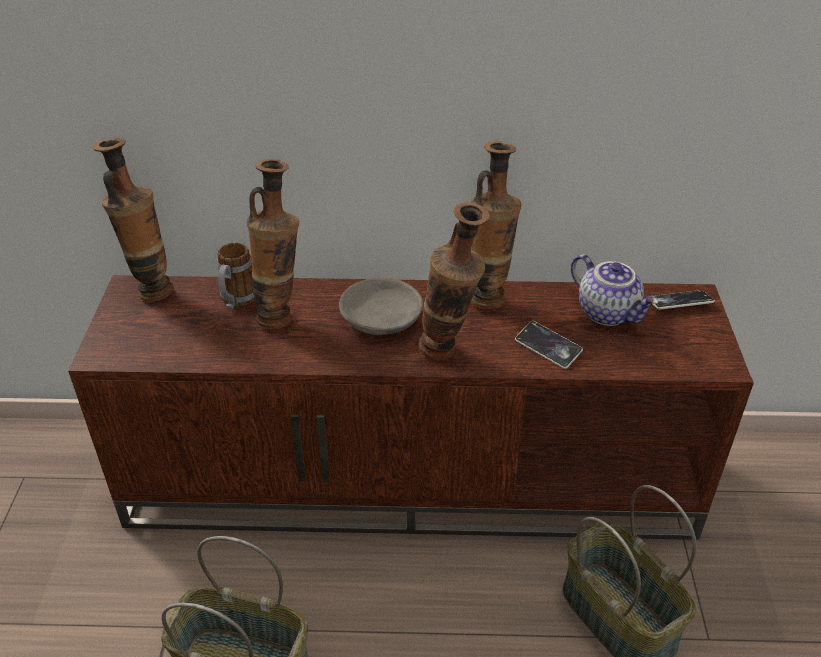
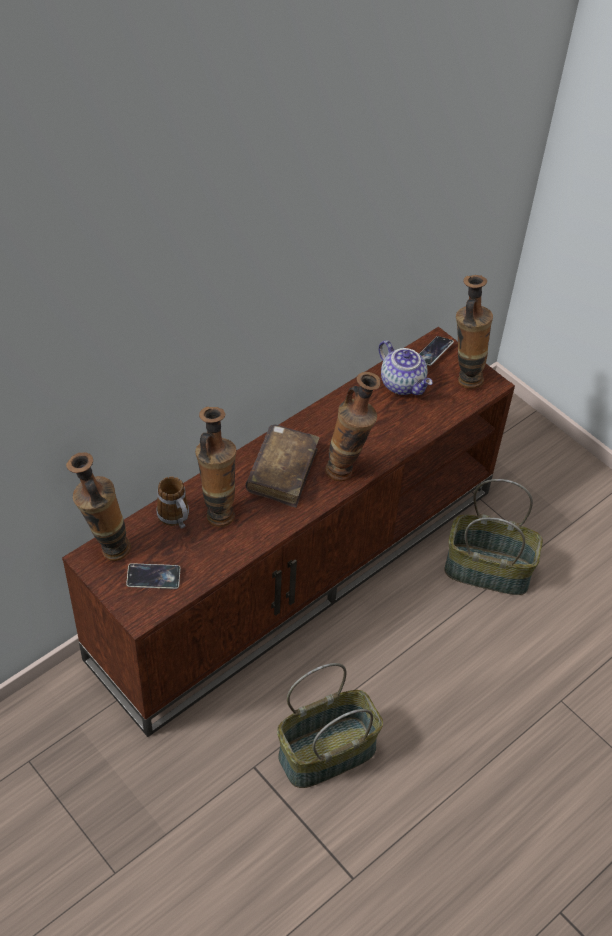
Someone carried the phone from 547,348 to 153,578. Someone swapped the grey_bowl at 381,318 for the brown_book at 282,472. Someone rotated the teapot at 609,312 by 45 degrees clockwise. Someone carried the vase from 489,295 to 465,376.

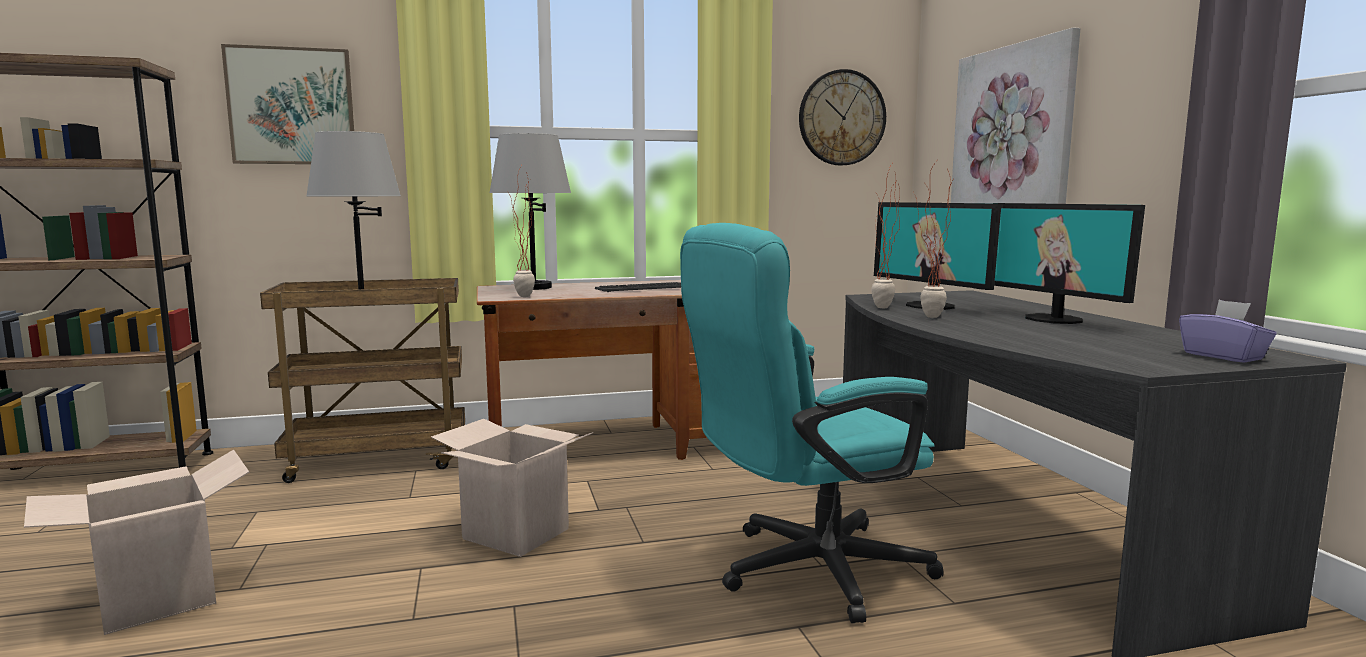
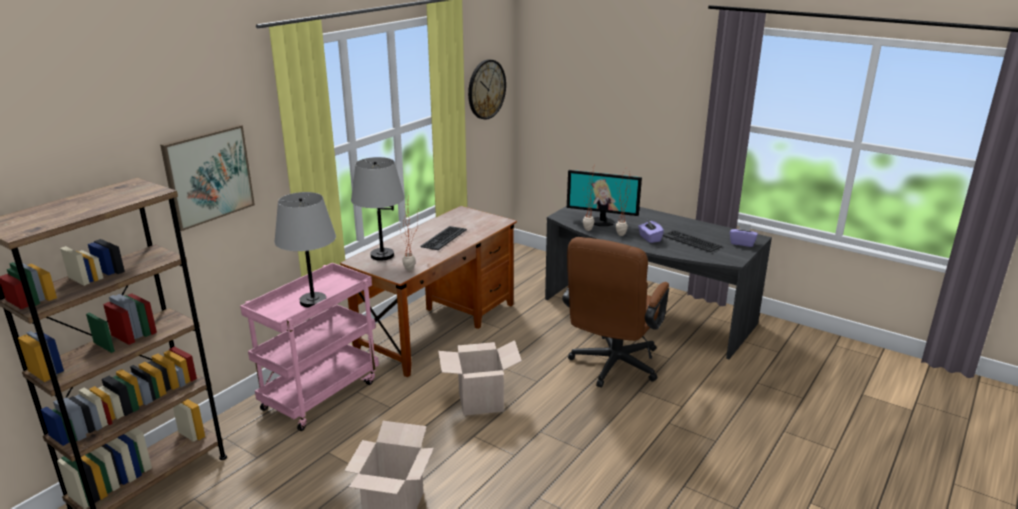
Someone repainted the brown_cart at 380,460, which became the pink_cart at 321,394. Someone repainted the turquoise_office_chair at 804,571, which became the brown_office_chair at 612,367. Someone put down the purple_tissue_box at 649,238. Someone put down the keyboard at 691,241. Someone took away the picture at 1011,133. Someone took away the monitor at 1054,319.

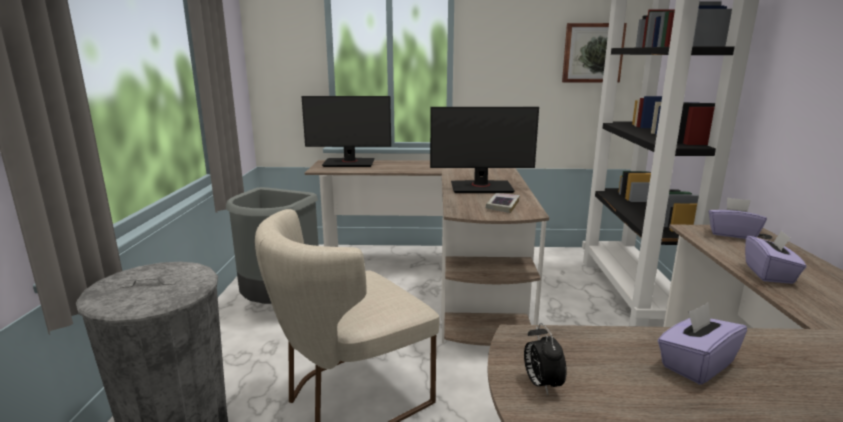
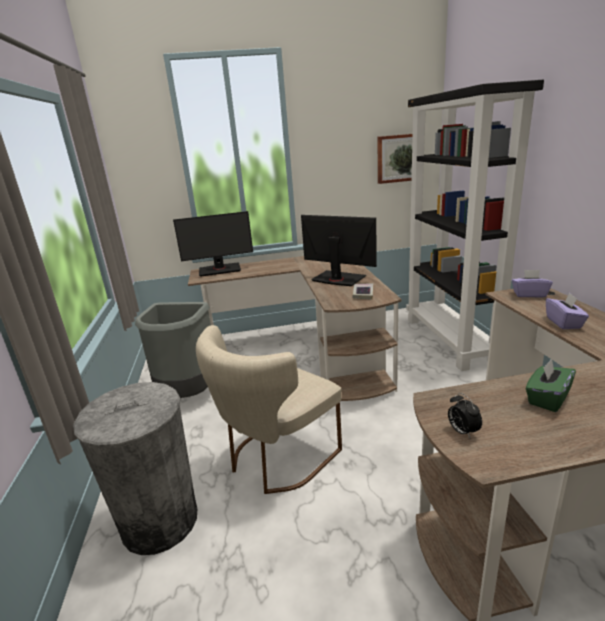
Someone rotated the monitor at 481,187 by 135 degrees counterclockwise. Someone repainted the purple_tissue_box at 695,364, which became the green_tissue_box at 547,398.

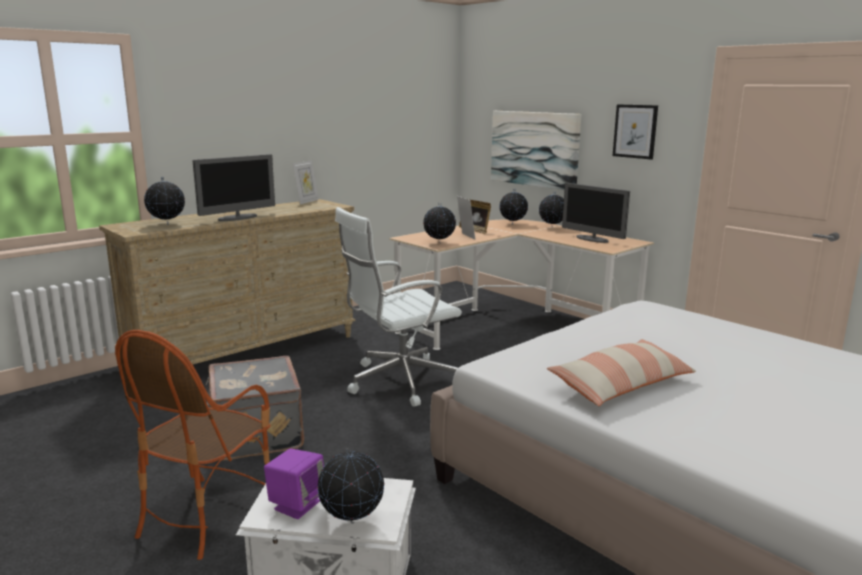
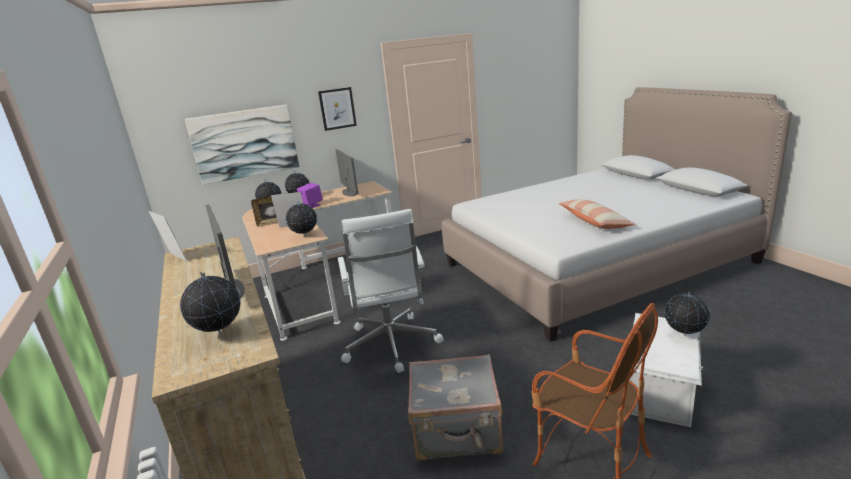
Someone carried the purple_speaker from 297,505 to 311,205. Someone rotated the monitor at 592,239 by 90 degrees counterclockwise.

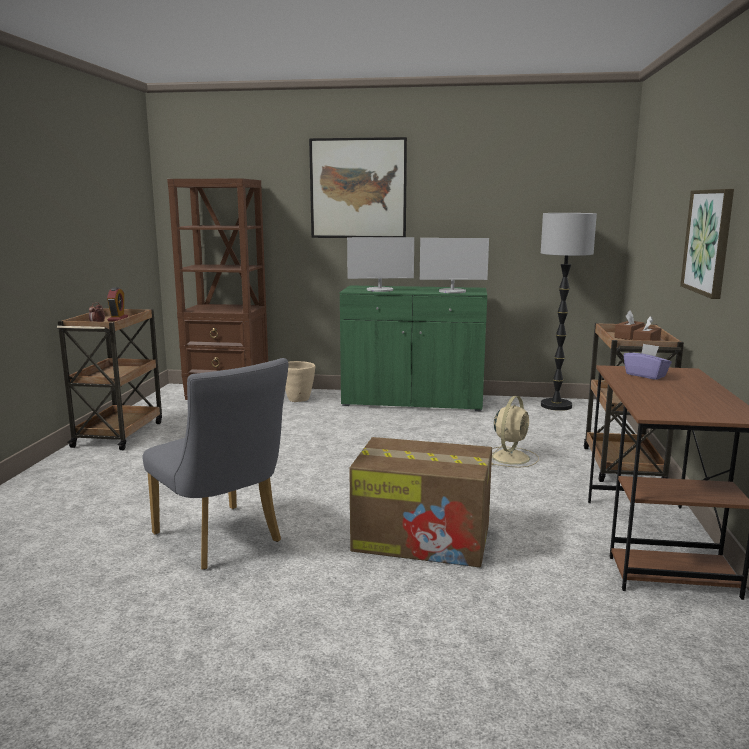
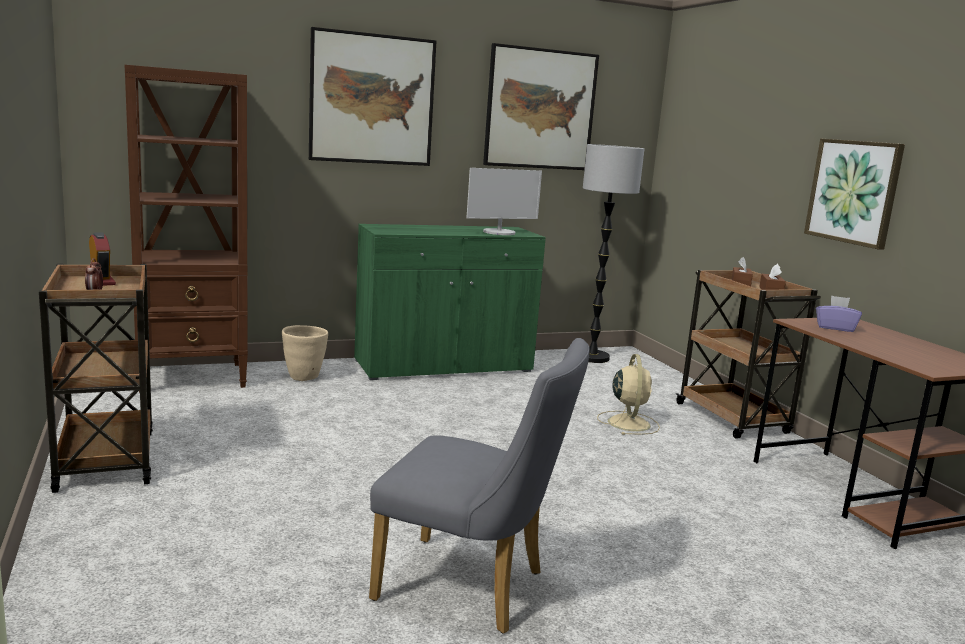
Someone put up the picture at 540,109. Someone took away the monitor at 380,290. Someone took away the cardboard_box at 424,538.

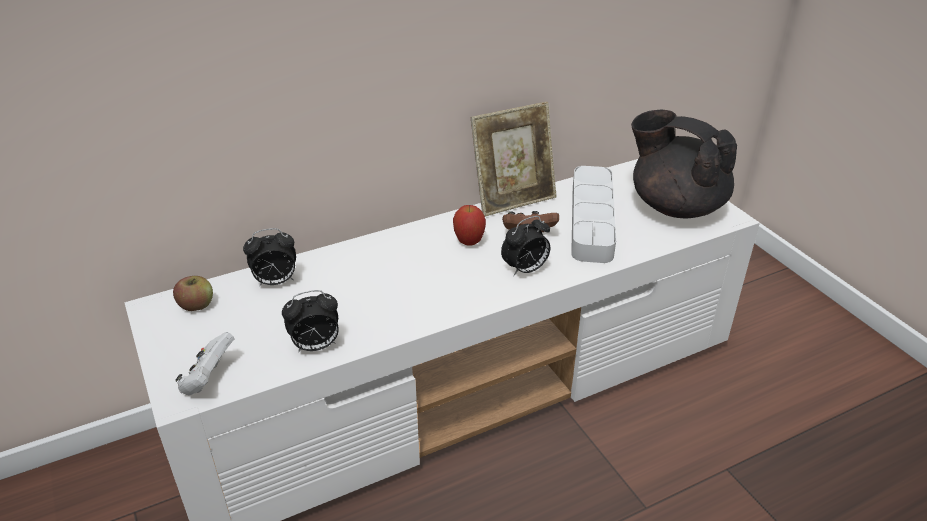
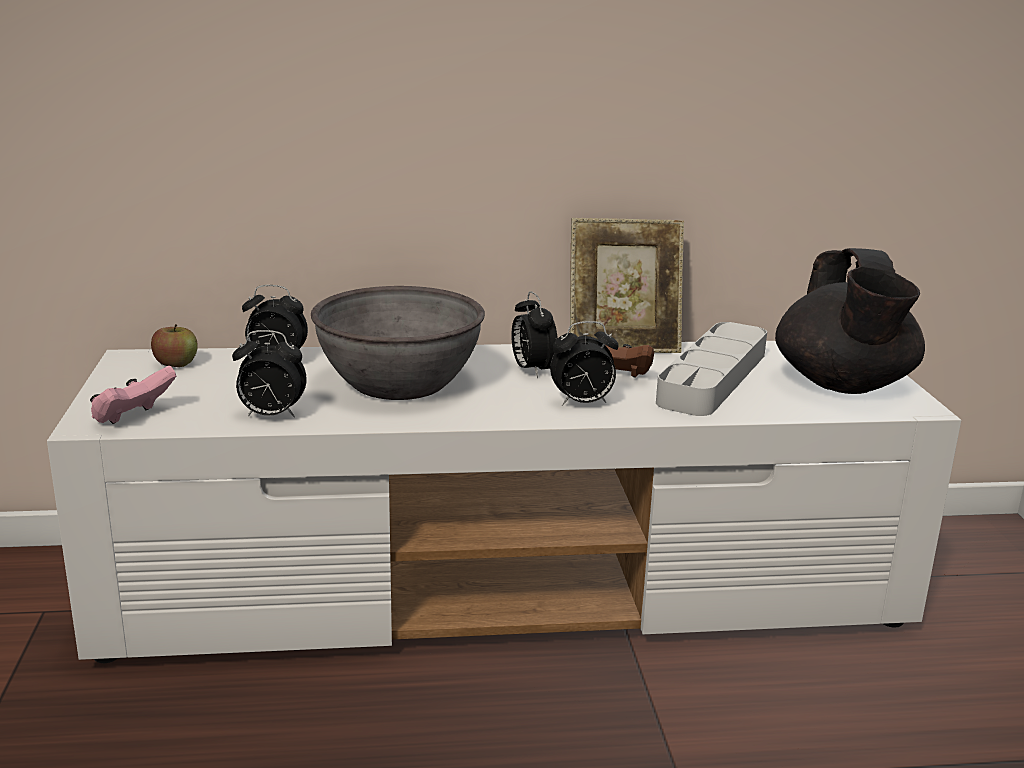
Someone repainted the white_game_controller at 208,379, which became the pink_game_controller at 133,417. Someone put down the grey_bowl at 398,383. Someone swapped the apple at 469,242 for the alarm_clock at 532,370. Someone rotated the black_teapot at 675,206 by 150 degrees counterclockwise.

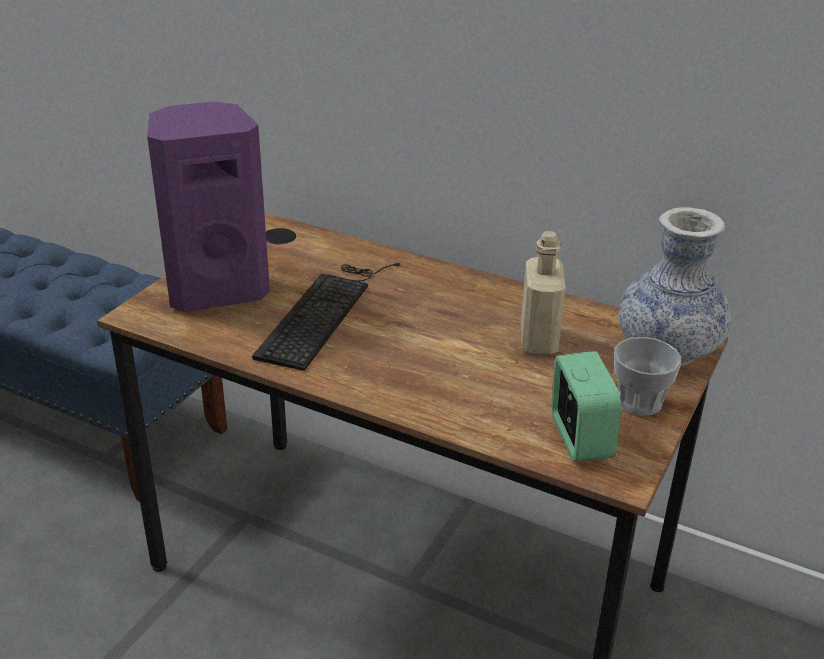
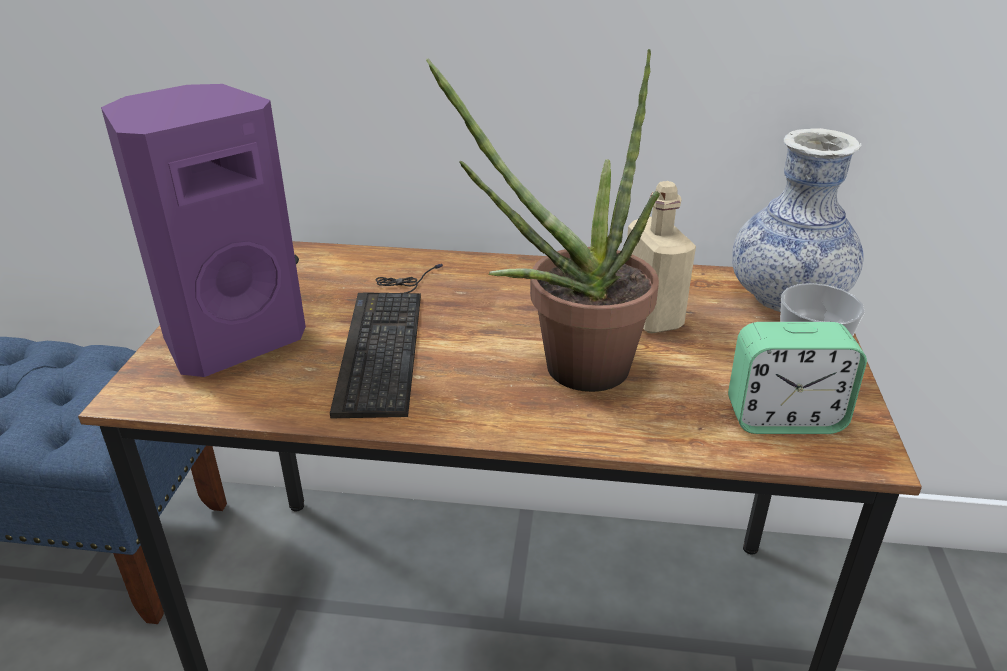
Someone put down the potted_plant at 568,369. Someone rotated the alarm_clock at 580,438 by 120 degrees clockwise.

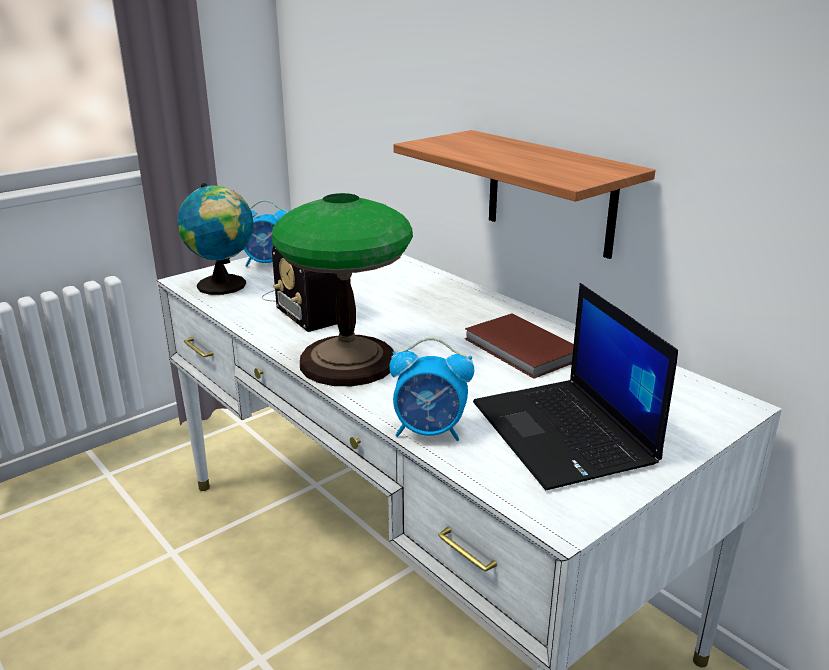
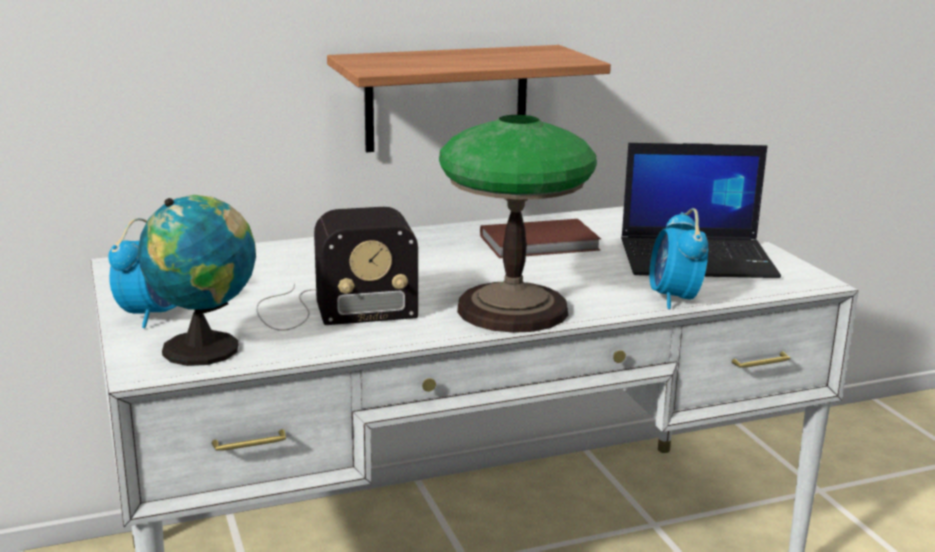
Someone rotated the alarm_clock at 430,432 by 150 degrees clockwise.

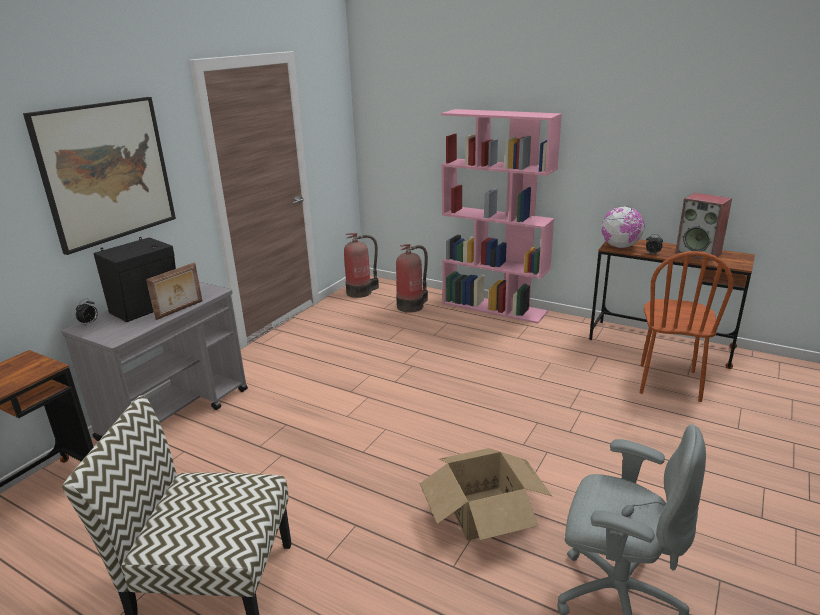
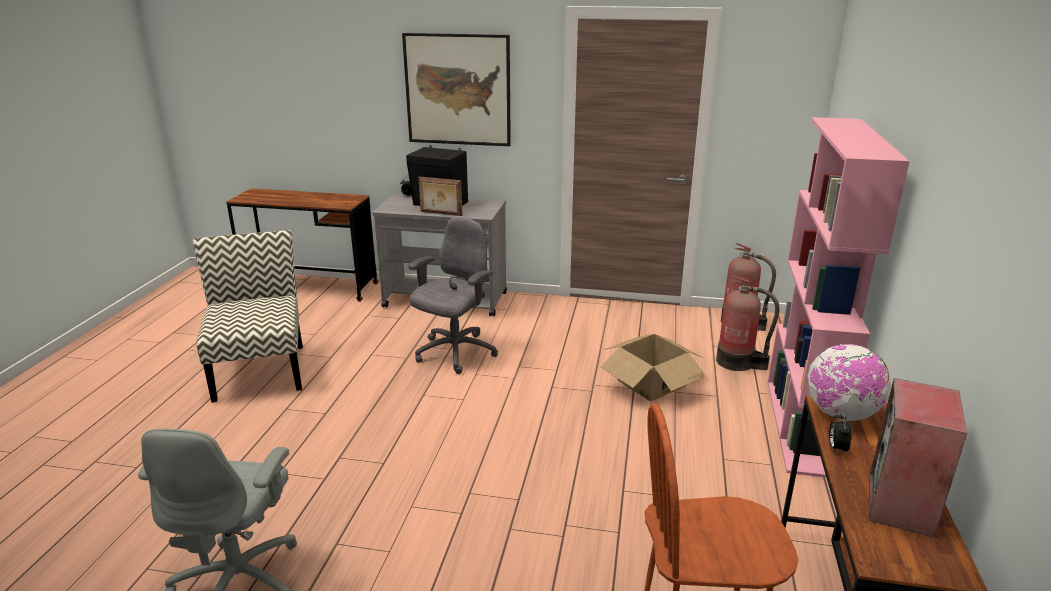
Someone put down the grey_office_chair at 455,353. Someone carried the cardboard_box from 483,512 to 651,383.

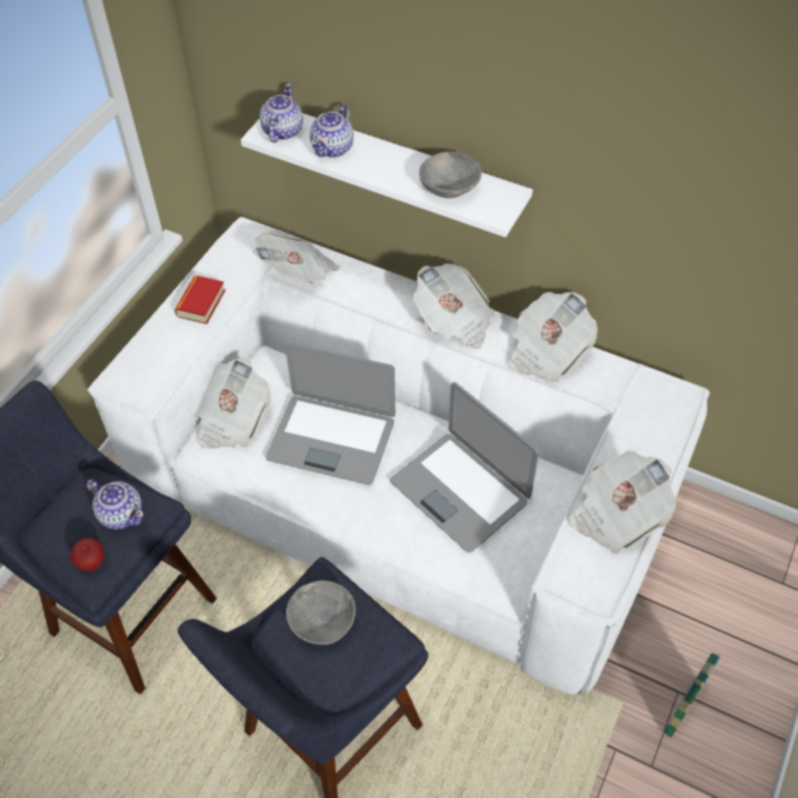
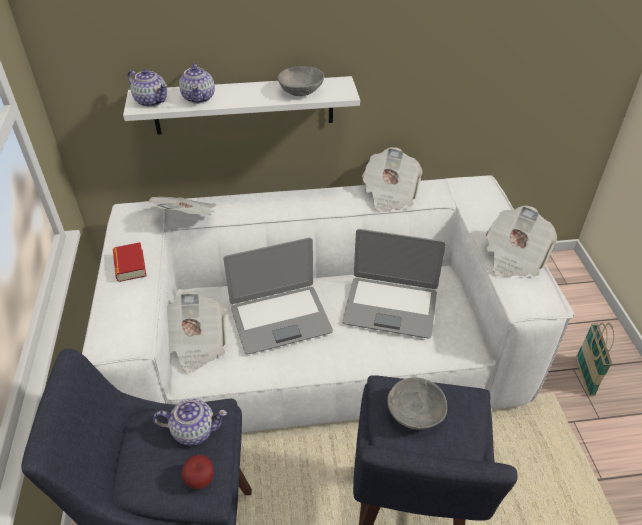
Someone rotated the teapot at 282,131 by 150 degrees clockwise. Someone took away the newspaper at 454,321.

